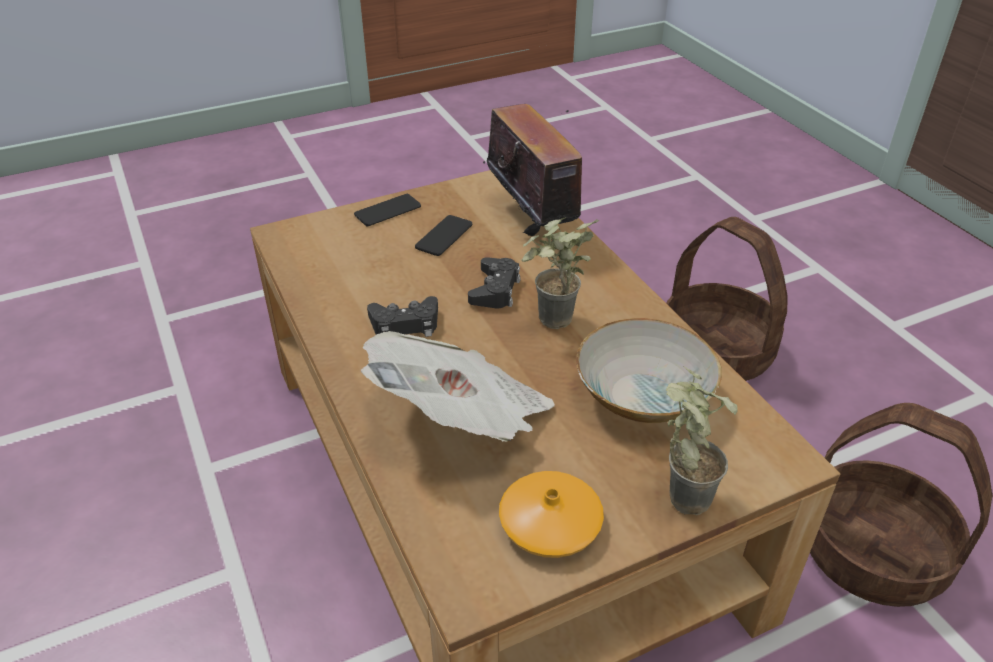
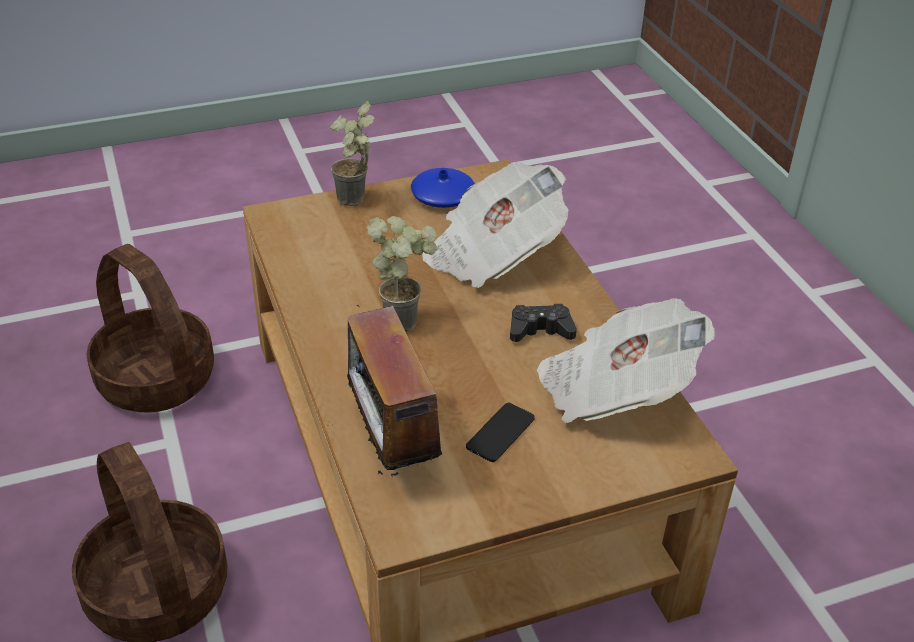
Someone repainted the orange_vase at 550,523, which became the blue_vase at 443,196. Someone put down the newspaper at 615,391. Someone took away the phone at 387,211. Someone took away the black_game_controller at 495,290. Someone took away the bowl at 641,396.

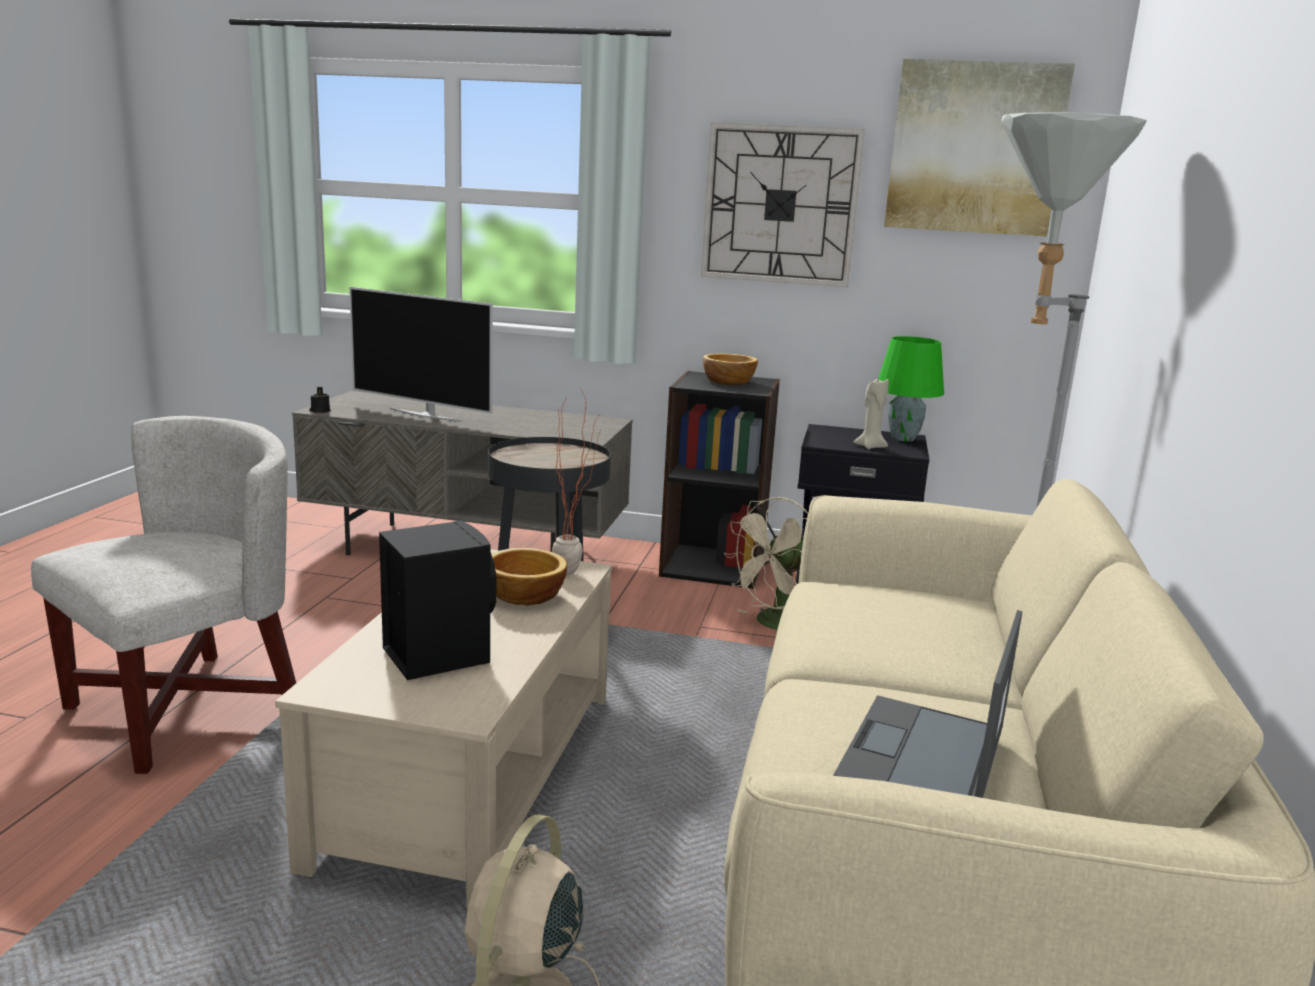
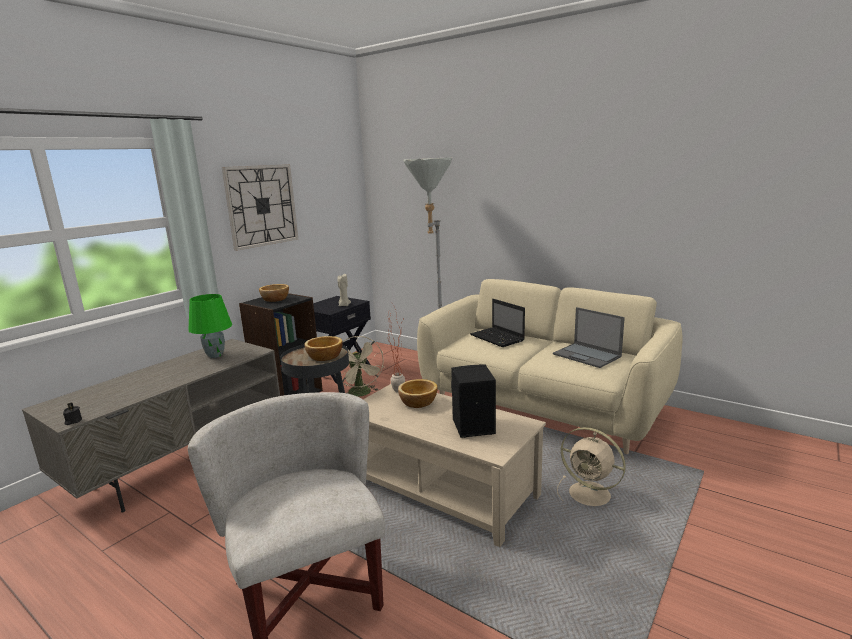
Someone carried the green_table_lamp from 902,438 to 215,355. Someone put down the bowl at 324,357. Someone put down the laptop at 498,338. Someone took away the television at 425,415. Someone took away the picture at 974,148.

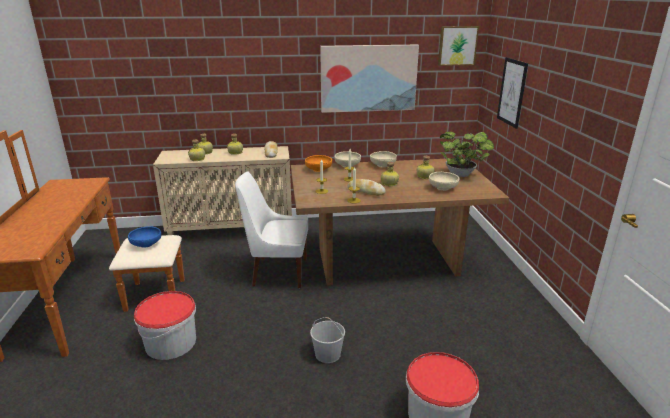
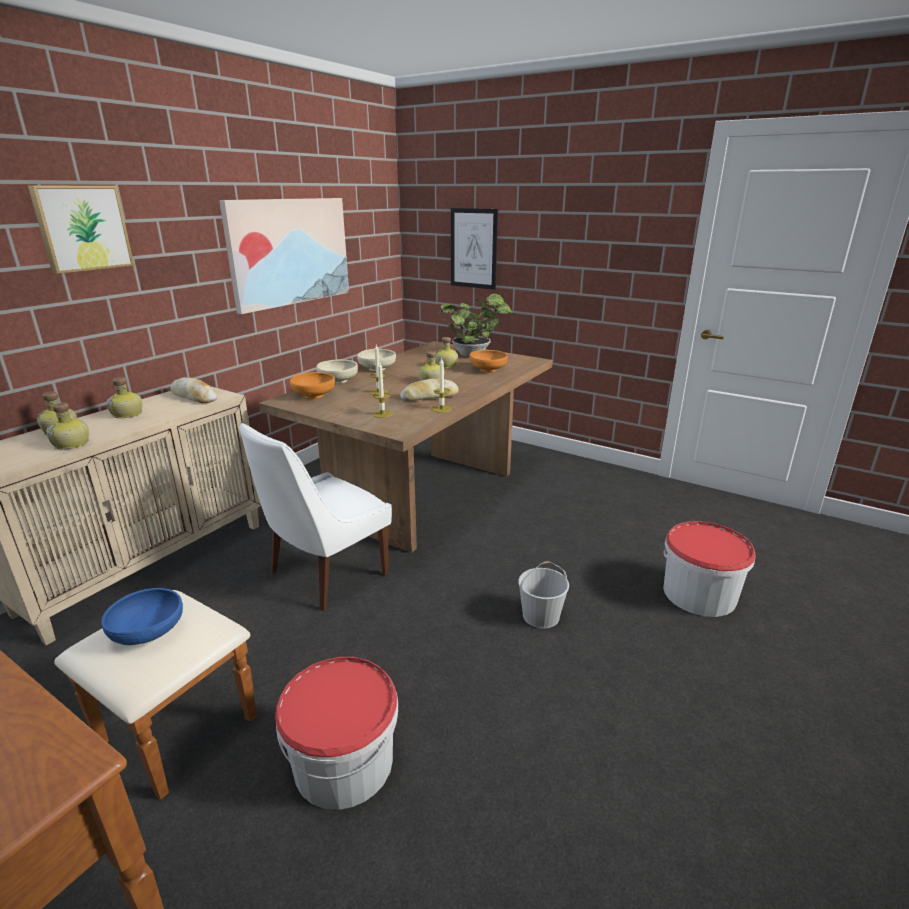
Someone carried the picture from 457,45 to 82,228. Someone repainted the beige_bowl at 443,188, which became the orange_bowl at 488,369.

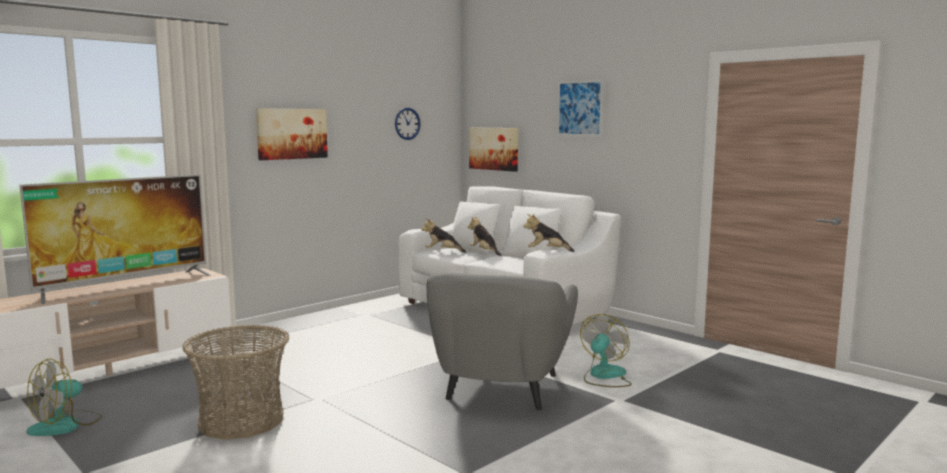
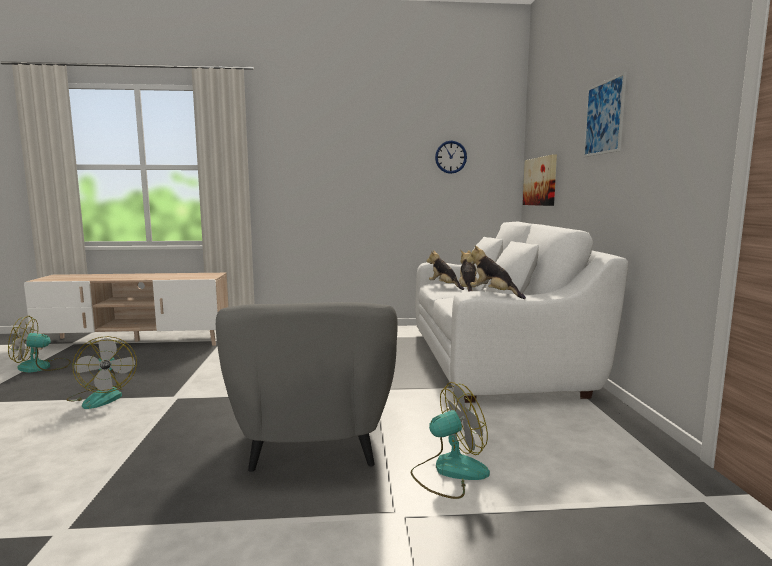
Someone swapped the basket at 241,420 for the fan at 102,397. Someone rotated the grey_armchair at 501,388 by 60 degrees counterclockwise. Someone took away the television at 126,285. Someone took away the picture at 292,133.

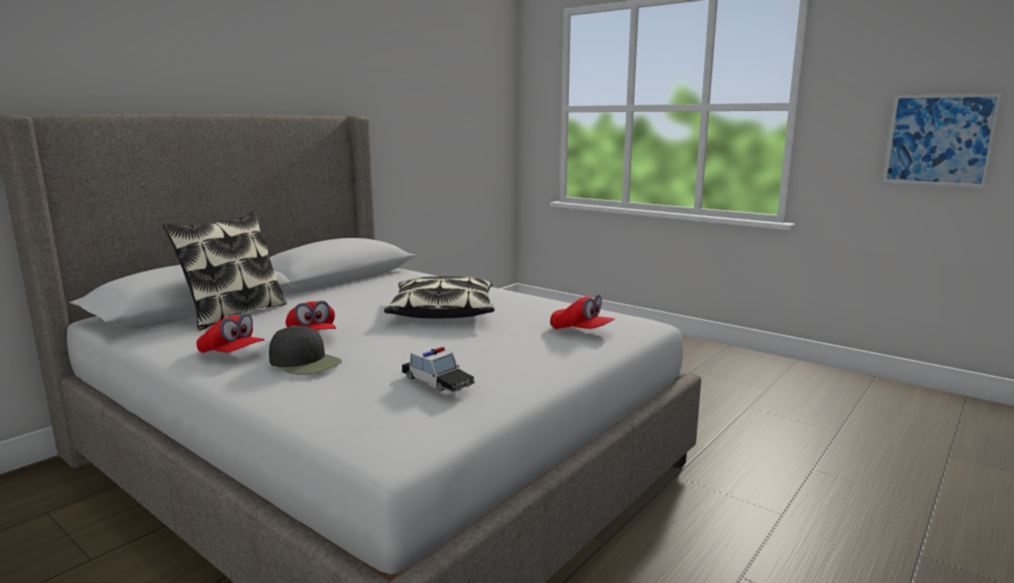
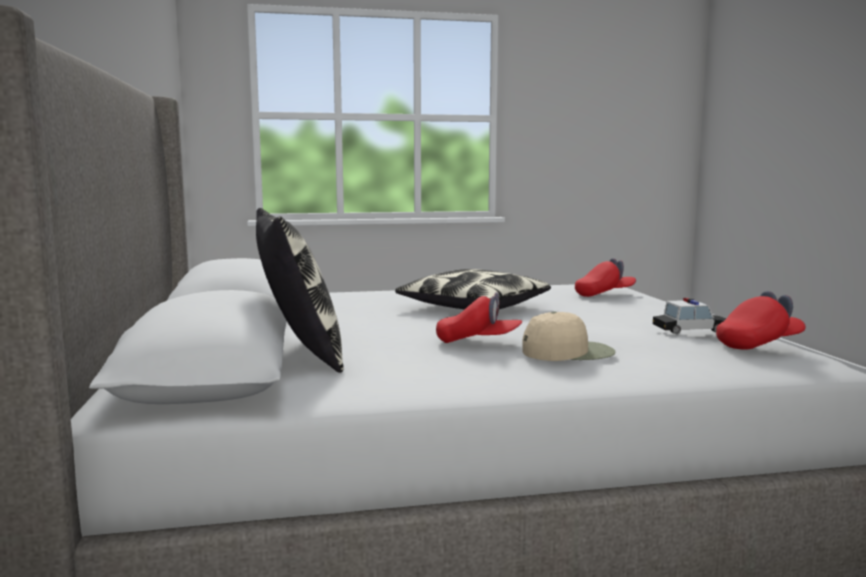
Someone repainted the black_cap at 305,362, which became the beige_cap at 568,352. Someone carried the red_cap from 232,354 to 759,344. Someone took away the picture at 939,140.

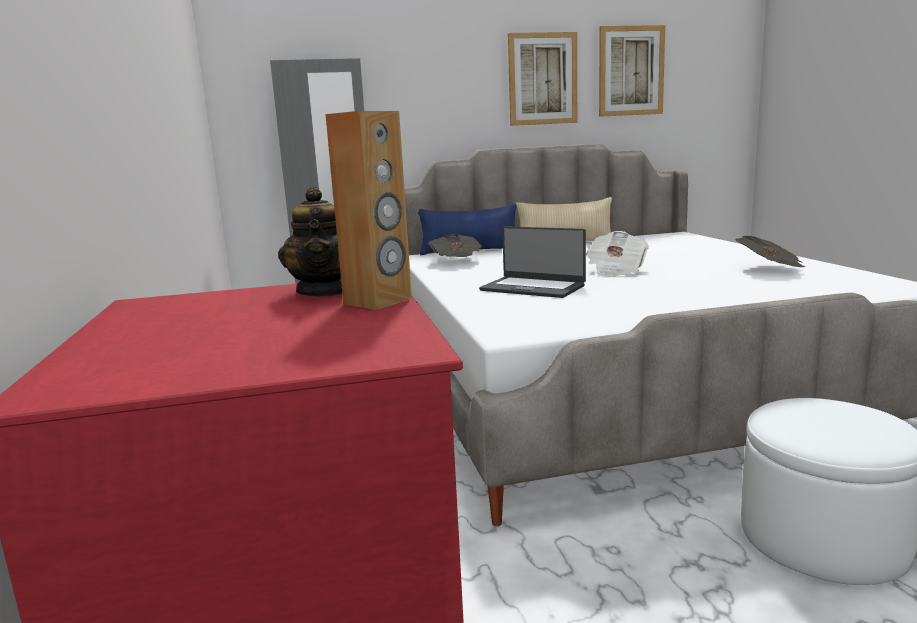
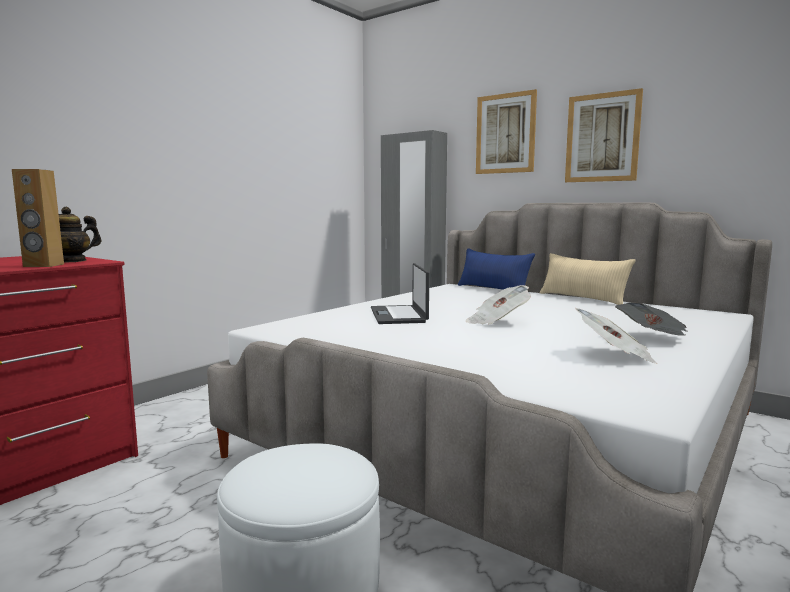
Someone carried the picture from 631,71 to 505,133. Someone carried the newspaper from 456,261 to 652,338.

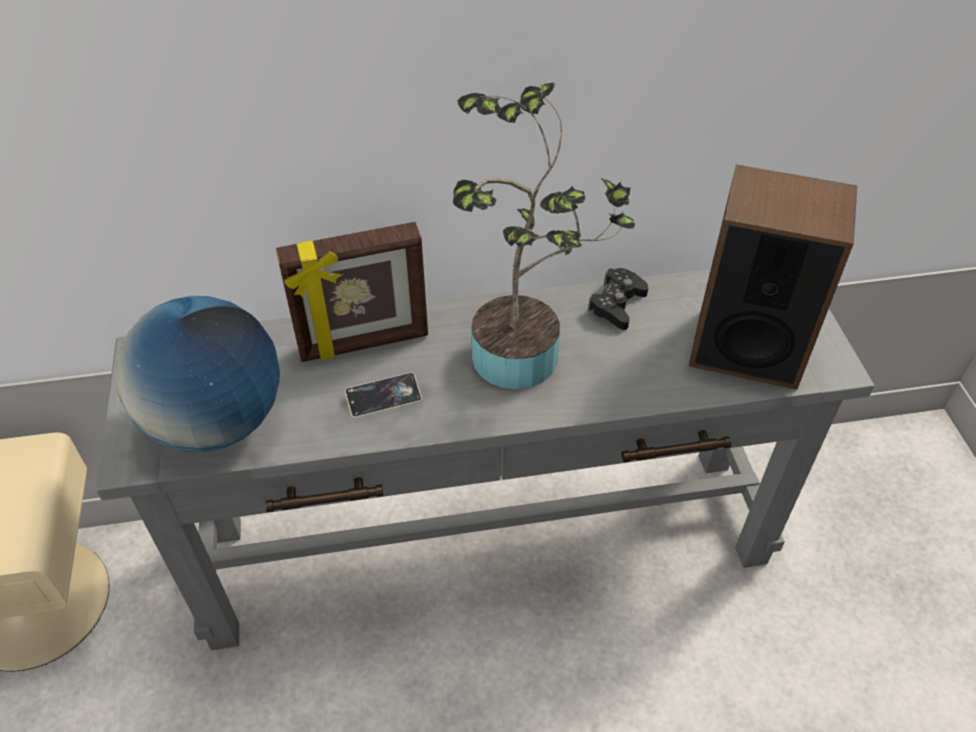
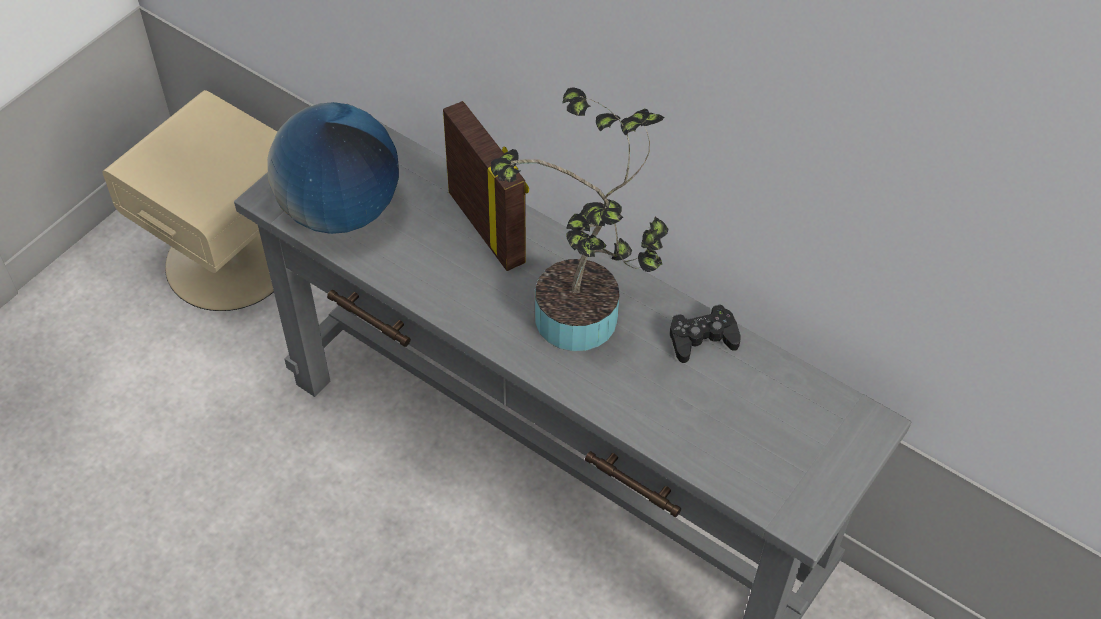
Someone rotated the picture_frame at 364,344 by 150 degrees counterclockwise. Someone took away the phone at 383,398. Someone took away the speaker at 746,348.

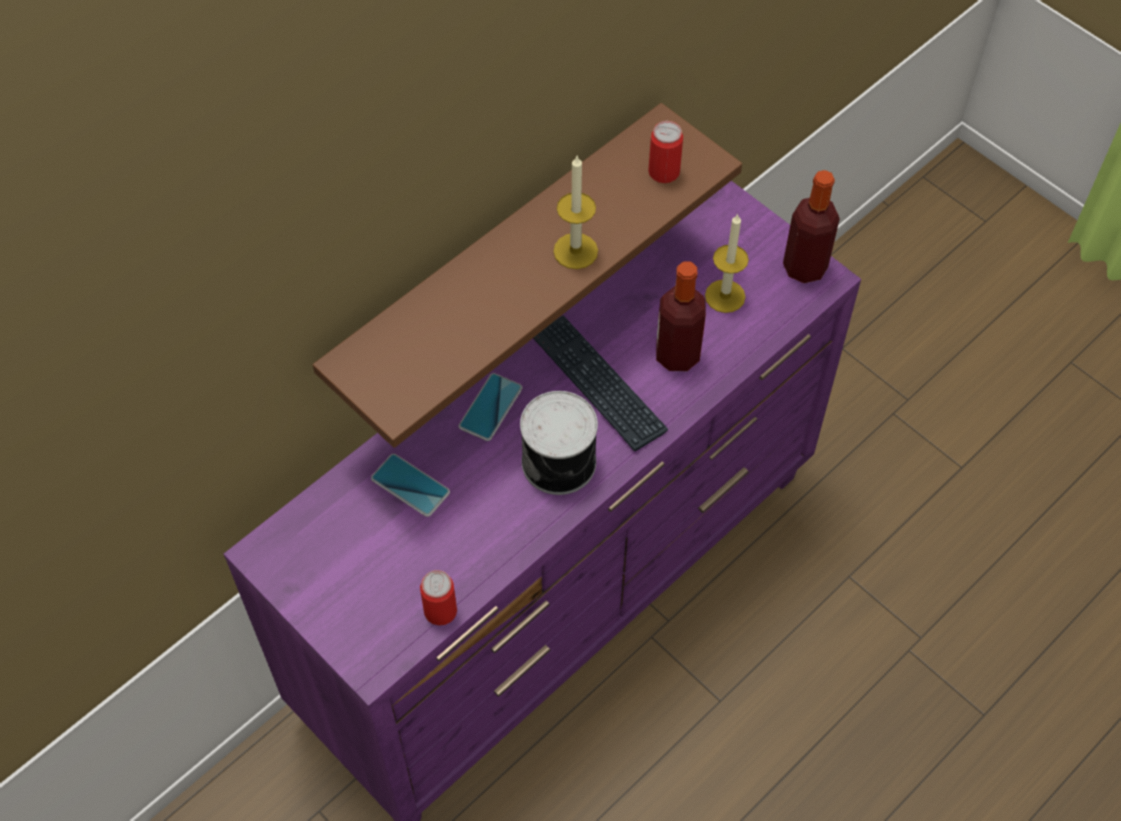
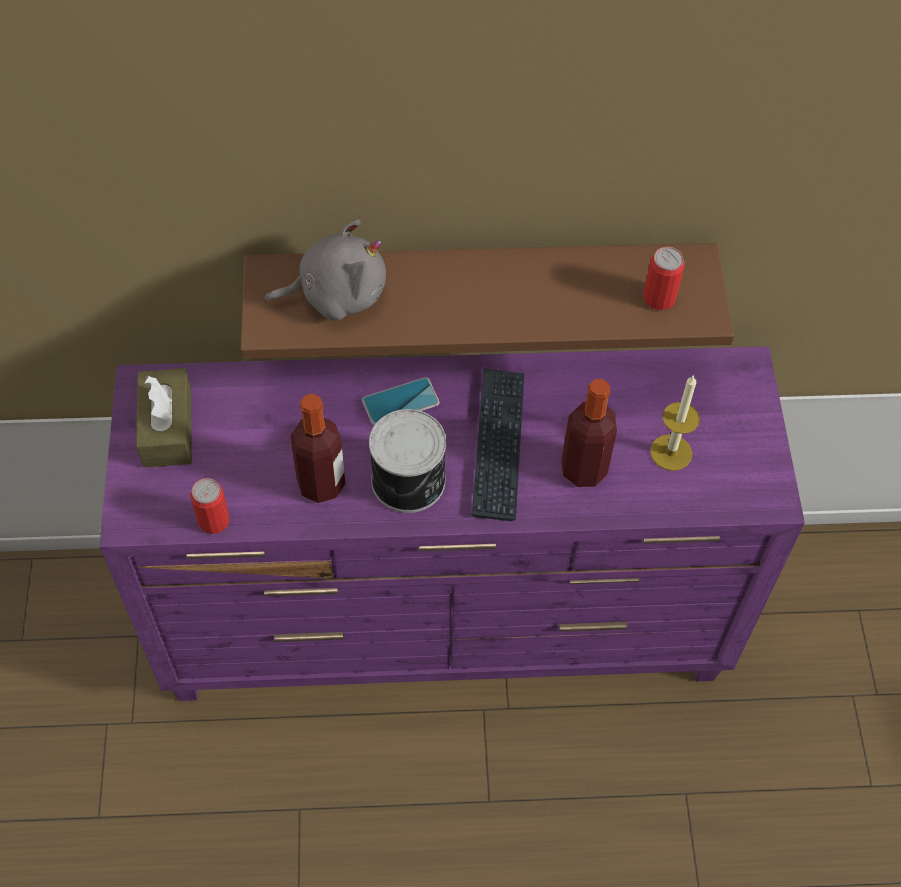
Someone put down the brown_tissue_box at 167,428. Someone put down the grey_plush_toy at 336,294. Someone carried the bottle from 805,267 to 321,484. Someone took away the phone at 410,486. Someone took away the candle at 575,251.

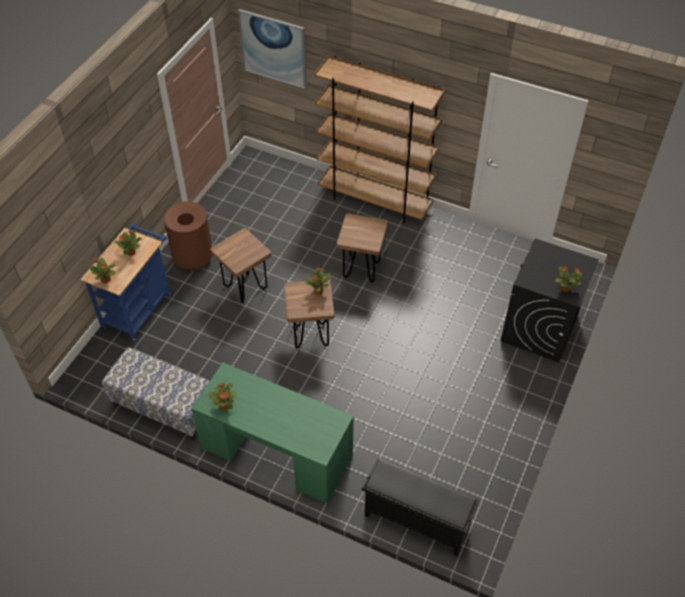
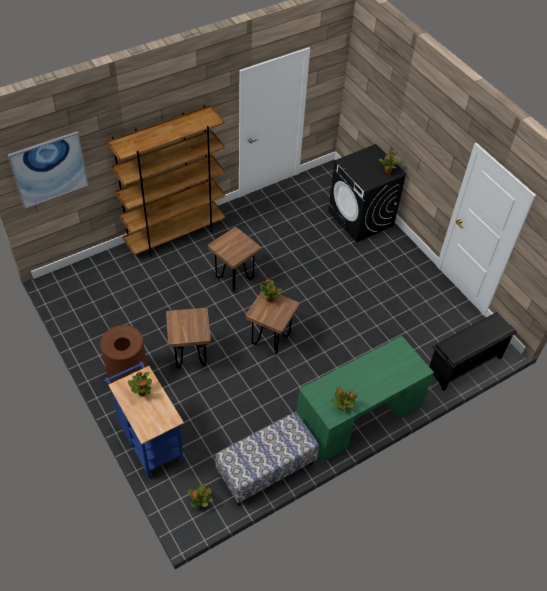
Someone carried the potted_plant from 106,280 to 201,502.

